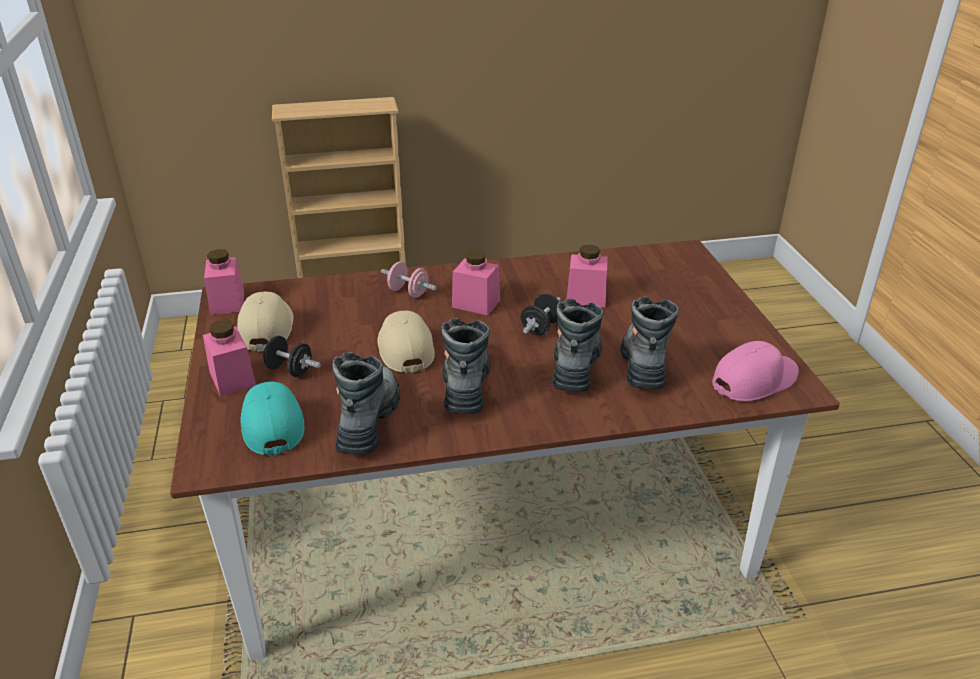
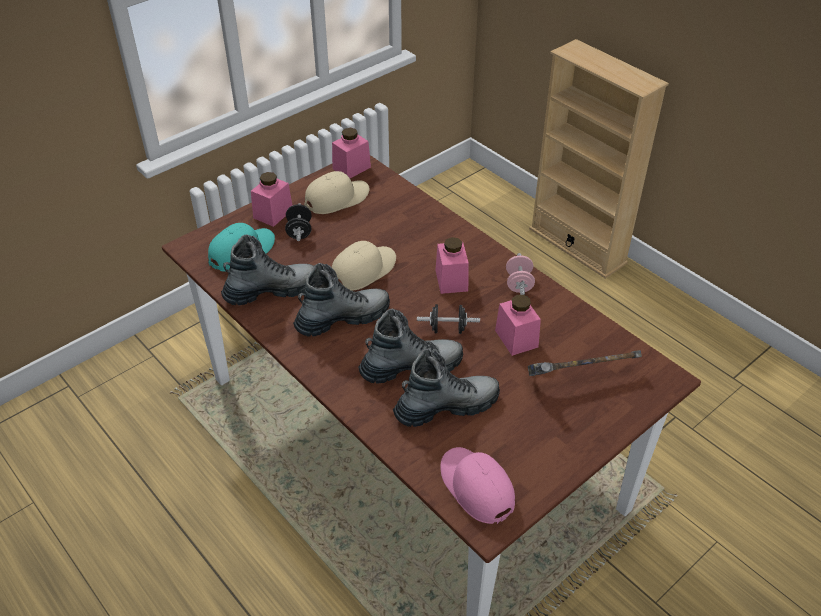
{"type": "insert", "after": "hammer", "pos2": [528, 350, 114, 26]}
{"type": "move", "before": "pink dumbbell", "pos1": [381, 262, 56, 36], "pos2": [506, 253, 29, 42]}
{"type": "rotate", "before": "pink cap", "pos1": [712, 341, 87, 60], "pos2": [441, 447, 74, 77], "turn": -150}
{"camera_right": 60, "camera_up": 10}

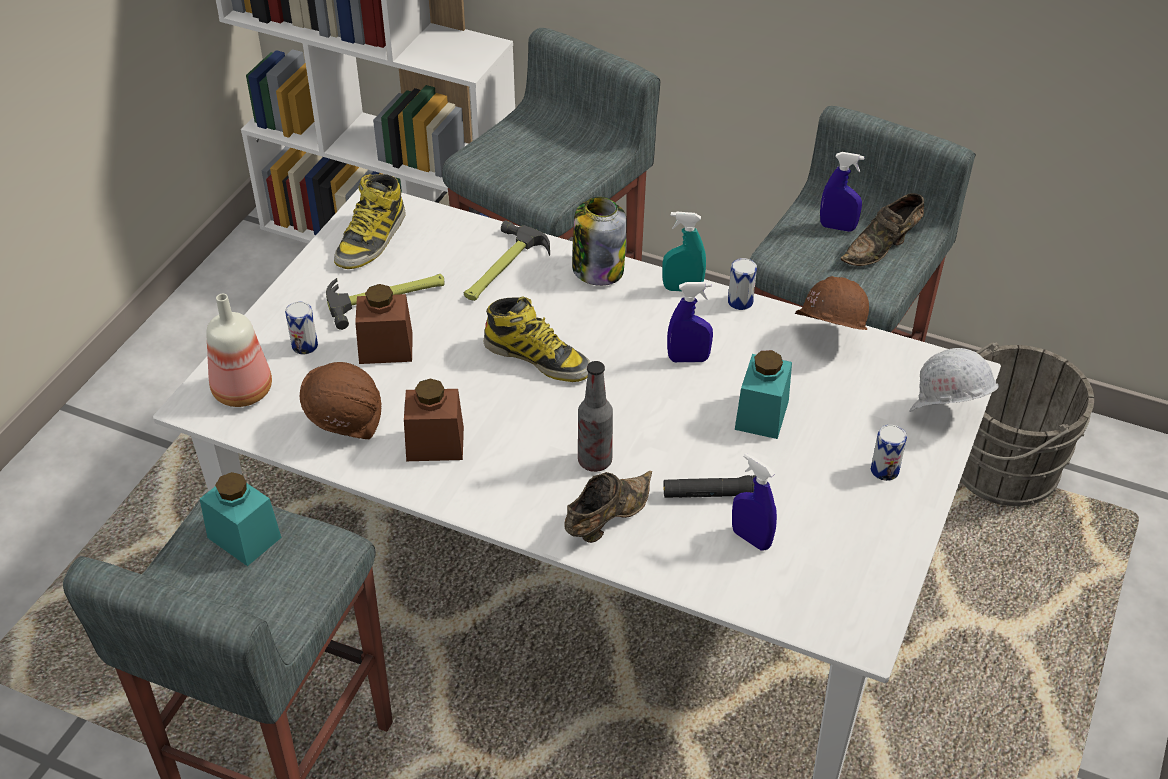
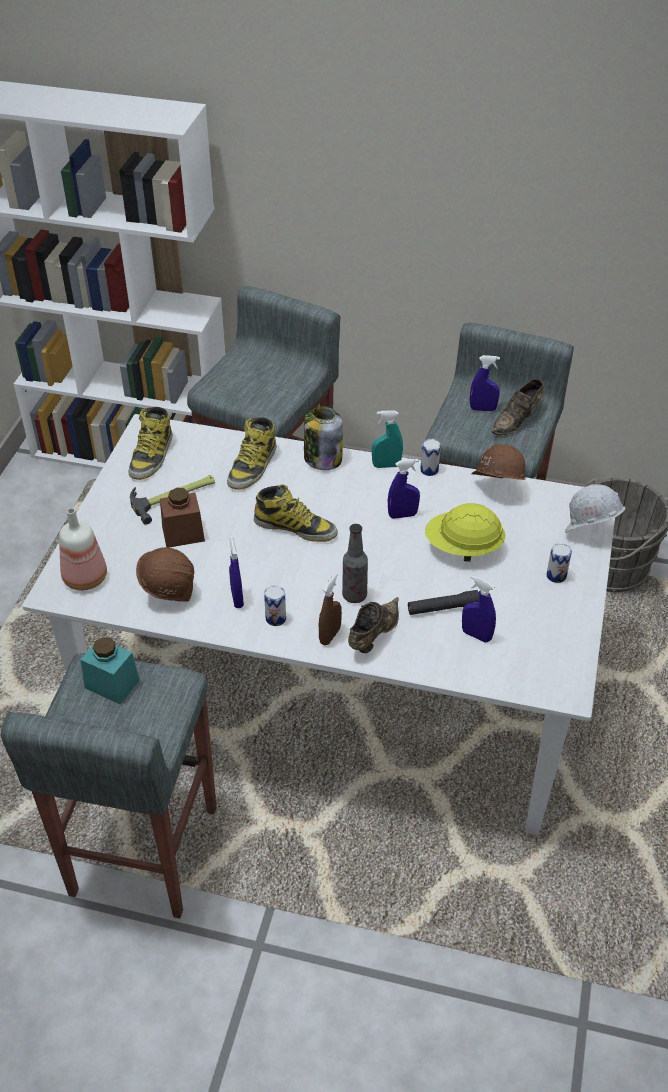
{"type": "insert", "after": "brown spray bottle", "pos2": [319, 572, 23, 73]}
{"type": "move", "before": "can", "pos1": [285, 301, 33, 53], "pos2": [264, 585, 22, 41]}
{"type": "replace", "before": "brown jar", "after": "blue spray bottle", "pos1": [404, 378, 60, 83], "pos2": [229, 535, 15, 73]}
{"type": "replace", "before": "hammer", "after": "boot", "pos1": [464, 220, 86, 81], "pos2": [227, 417, 50, 73]}
{"type": "replace", "before": "turquoise jar", "after": "yellow hard hat", "pos1": [735, 350, 57, 89], "pos2": [425, 503, 80, 59]}
{"camera_right": -10, "camera_up": 0}

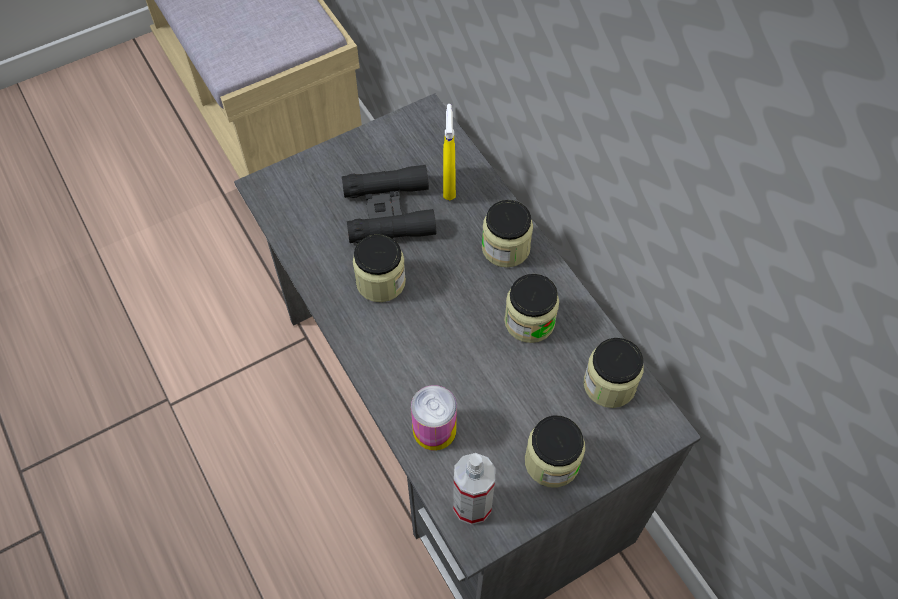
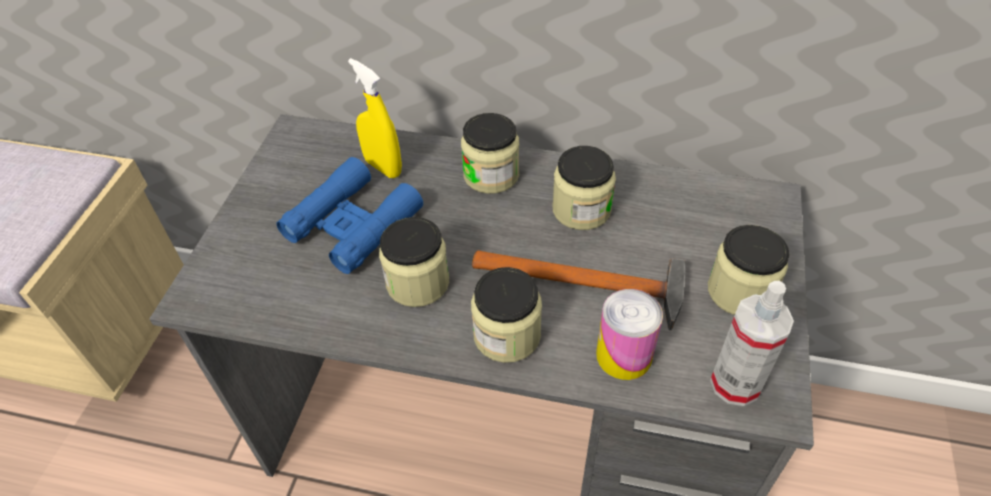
{"type": "insert", "after": "hammer", "pos2": [472, 250, 214, 81]}
{"type": "move", "before": "jar", "pos1": [584, 338, 60, 70], "pos2": [471, 267, 71, 96]}
{"type": "recolor", "before": "black binoculars", "after": "blue binoculars", "pos1": [342, 165, 94, 78], "pos2": [276, 157, 147, 117]}
{"camera_right": -45, "camera_up": -10}

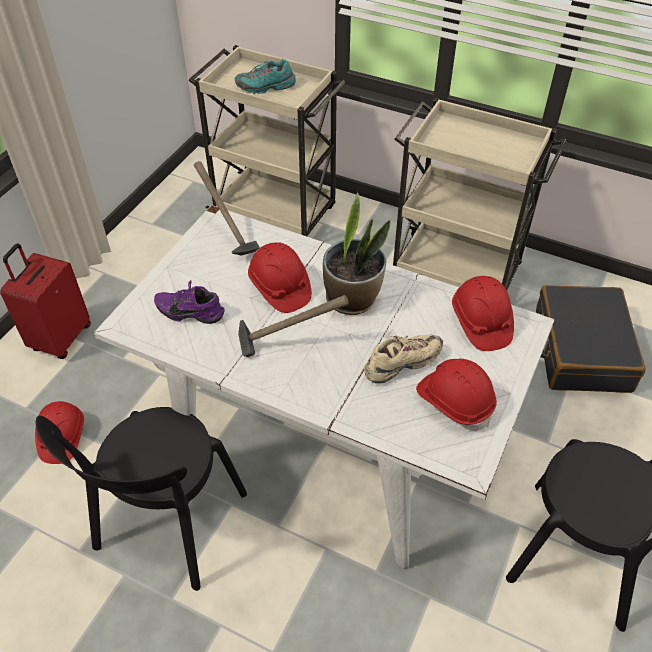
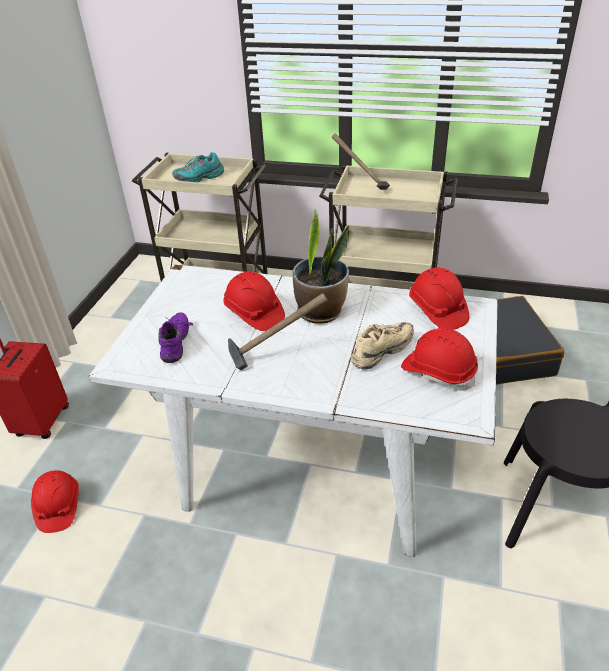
{"type": "delete", "before": "black chair", "pos1": [36, 407, 211, 184]}
{"type": "move", "before": "hammer", "pos1": [194, 161, 66, 95], "pos2": [332, 133, 58, 57]}
{"type": "rotate", "before": "purple shoe", "pos1": [154, 280, 70, 44], "pos2": [158, 312, 35, 51], "turn": 90}
{"camera_right": -10, "camera_up": -10}

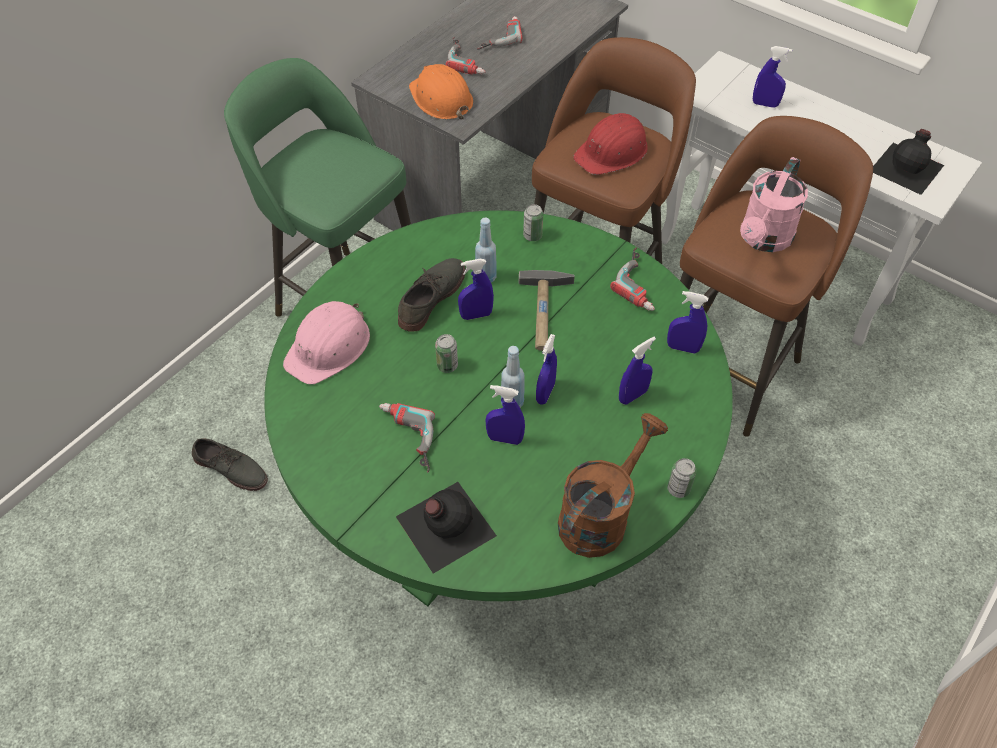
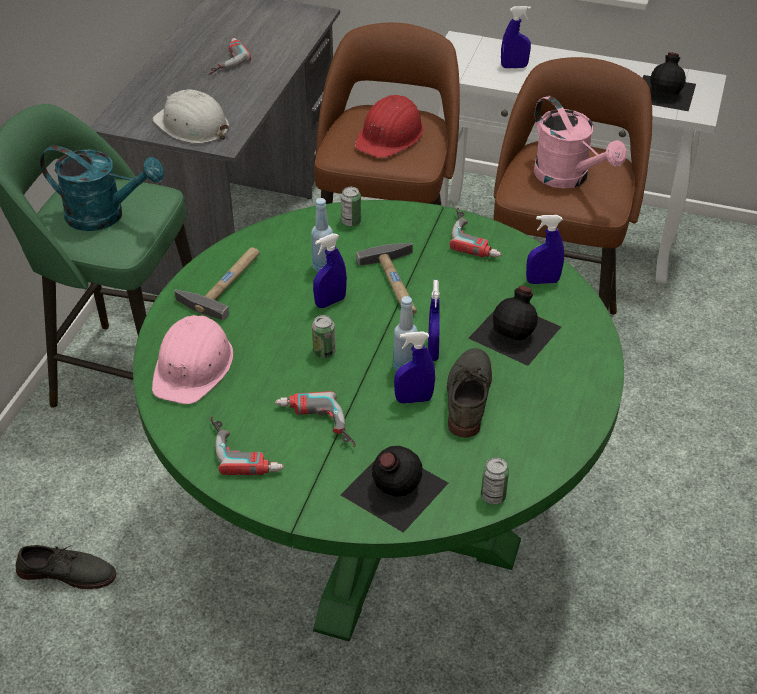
{"type": "delete", "before": "brown watering can", "pos1": [558, 413, 110, 145]}
{"type": "insert", "after": "turquoise watering can", "pos2": [40, 145, 124, 86]}
{"type": "insert", "after": "hammer", "pos2": [174, 247, 86, 73]}
{"type": "move", "before": "grey shoe", "pos1": [398, 258, 67, 74], "pos2": [447, 348, 45, 90]}
{"type": "move", "before": "power drill", "pos1": [446, 37, 39, 38], "pos2": [210, 417, 74, 58]}
{"type": "move", "before": "can", "pos1": [667, 458, 30, 40], "pos2": [481, 457, 28, 47]}
{"type": "replace", "before": "blue spray bottle", "after": "black bottle", "pos1": [619, 337, 37, 68], "pos2": [468, 286, 93, 80]}
{"type": "recolor", "before": "orange hard hat", "after": "white hard hat", "pos1": [409, 64, 64, 56], "pos2": [152, 89, 77, 55]}
{"type": "rotate", "before": "pink watering can", "pos1": [740, 157, 68, 95], "pos2": [534, 96, 93, 93], "turn": -45}
{"camera_right": -20, "camera_up": -10}

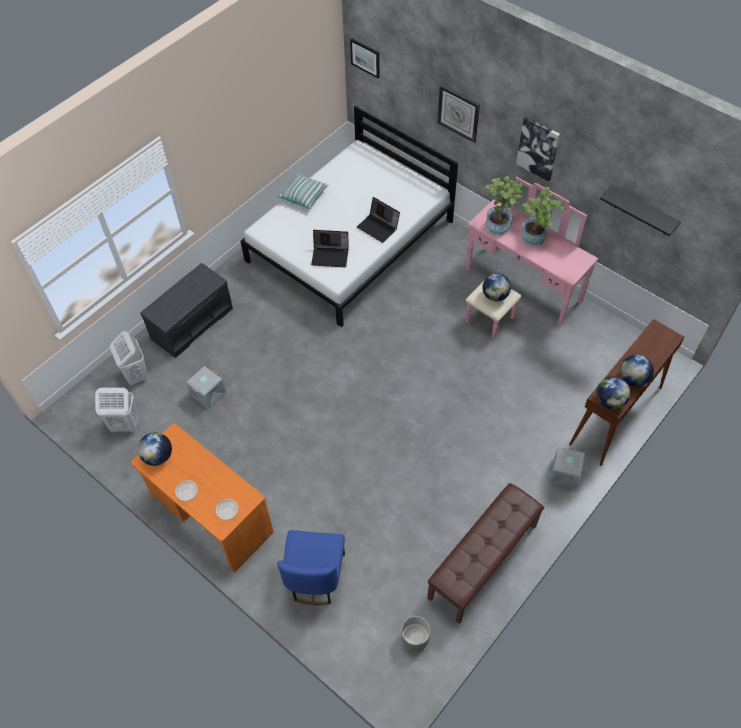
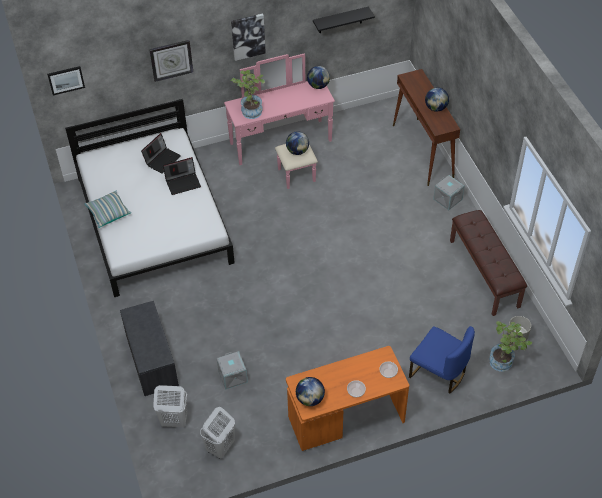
{"type": "move", "before": "laptop", "pos1": [311, 230, 37, 37], "pos2": [141, 133, 40, 41]}
{"type": "move", "before": "potted plant", "pos1": [521, 187, 45, 59], "pos2": [489, 321, 43, 51]}
{"type": "move", "before": "globe", "pos1": [596, 376, 35, 33], "pos2": [307, 66, 23, 23]}
{"camera_right": -60, "camera_up": -5}

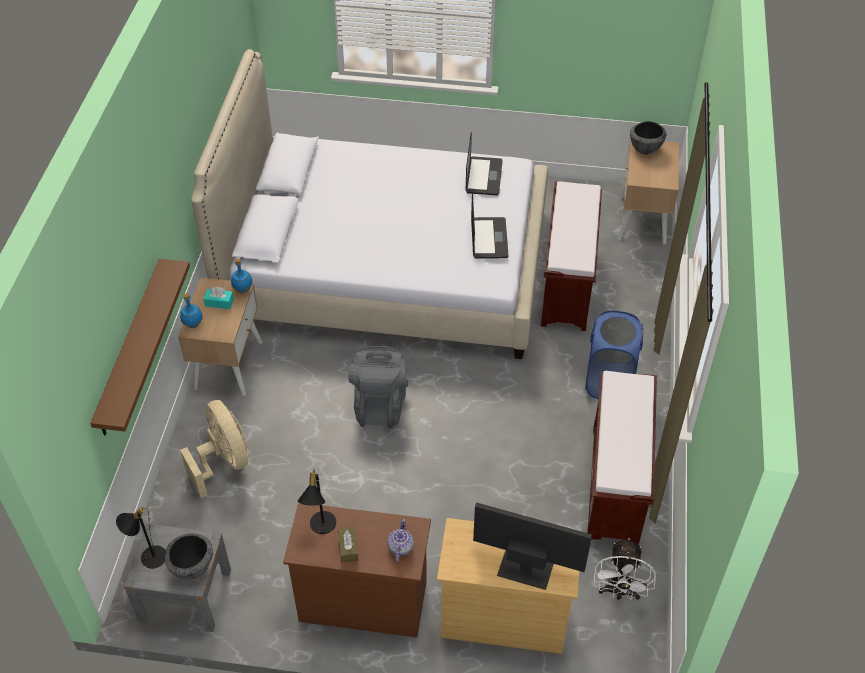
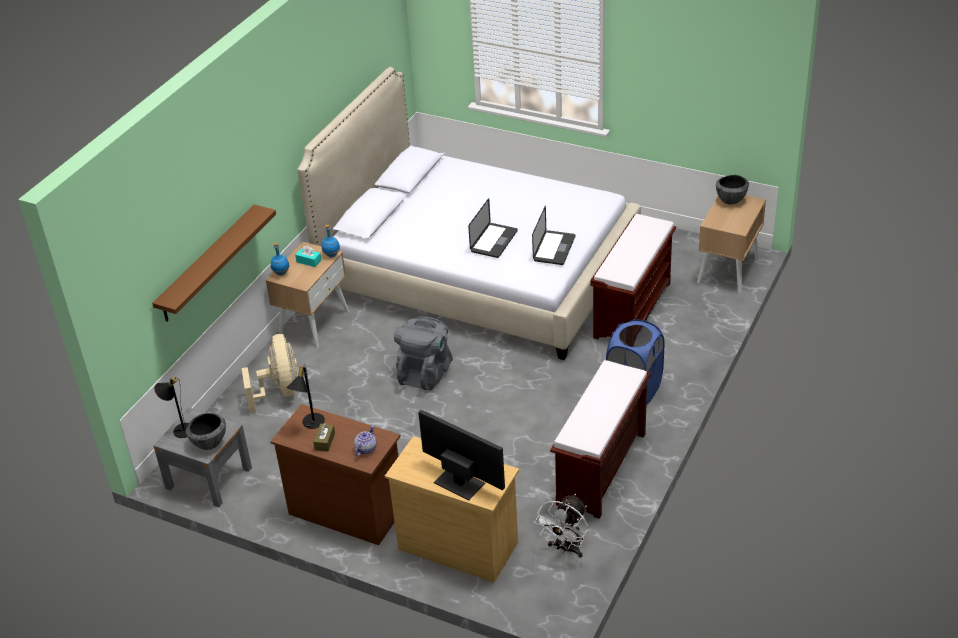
{"type": "move", "before": "laptop", "pos1": [466, 132, 37, 64], "pos2": [468, 198, 50, 60]}
{"camera_right": 20, "camera_up": -10}

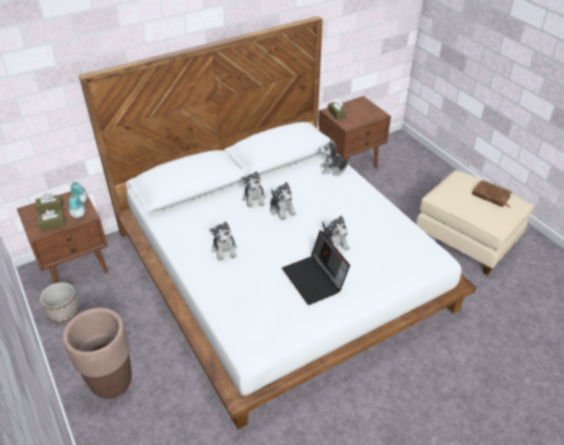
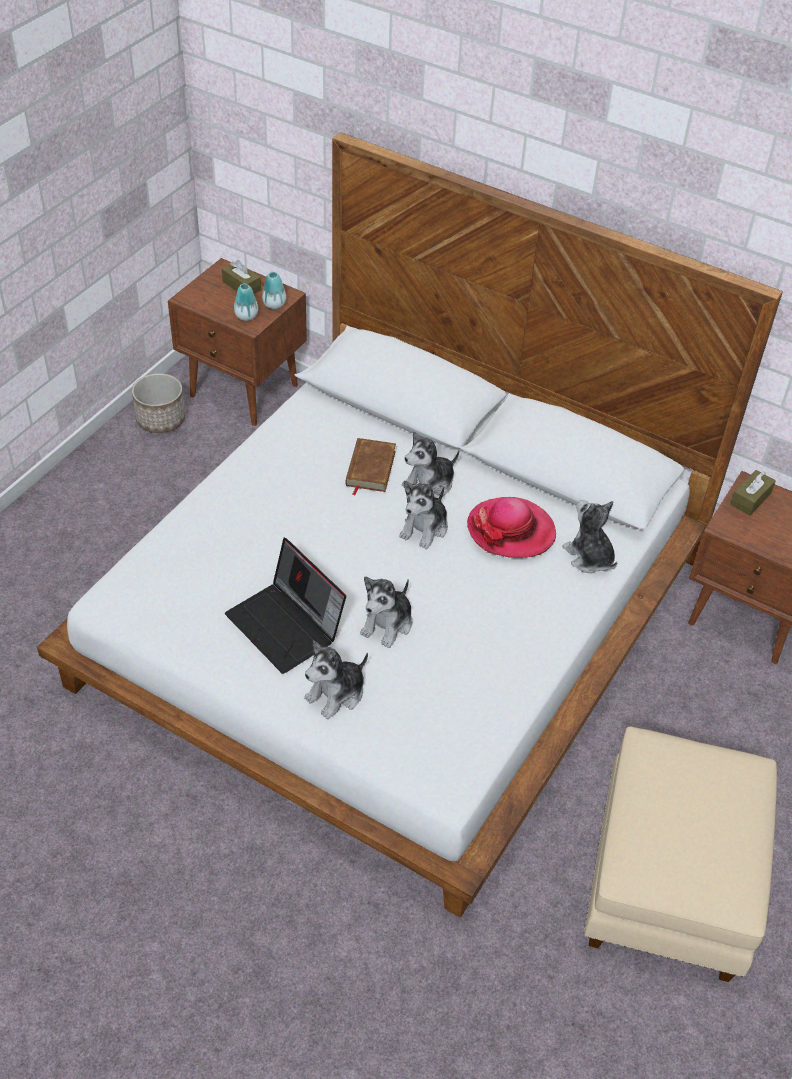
{"type": "delete", "before": "brown tissue box", "pos1": [36, 209, 30, 23]}
{"type": "delete", "before": "brown planter", "pos1": [63, 308, 69, 91]}
{"type": "insert", "after": "hat", "pos2": [467, 497, 89, 61]}
{"type": "move", "before": "plush toy", "pos1": [210, 222, 27, 39], "pos2": [304, 641, 64, 78]}
{"type": "move", "before": "brown book", "pos1": [472, 180, 40, 27], "pos2": [345, 438, 51, 58]}
{"type": "rotate", "before": "laptop", "pos1": [282, 230, 68, 75], "pos2": [225, 538, 121, 136], "turn": -75}
{"camera_right": 60, "camera_up": 5}

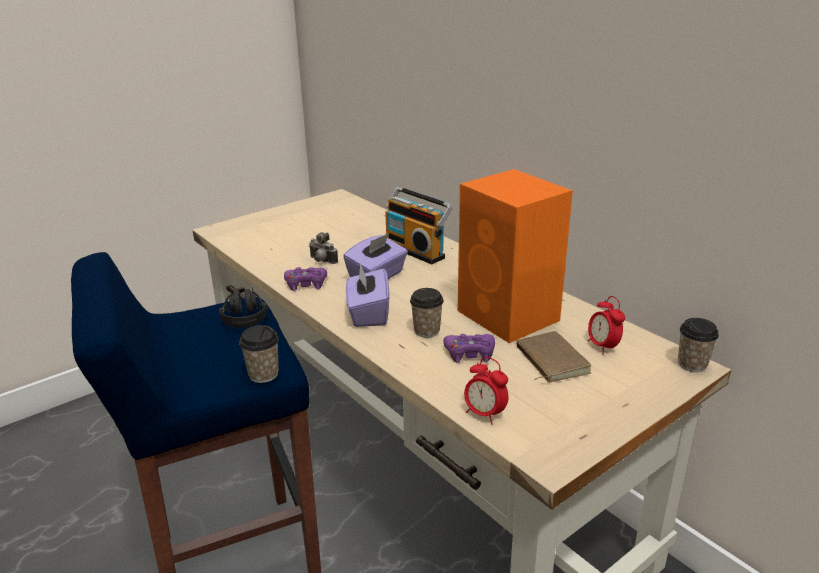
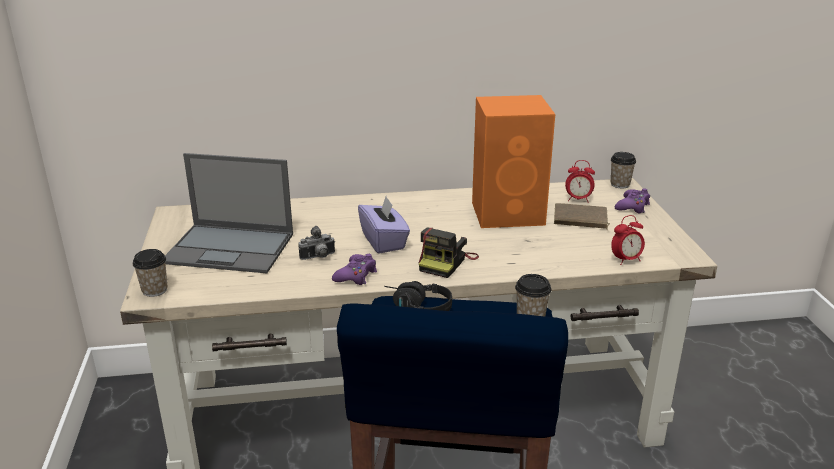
{"type": "delete", "before": "radio", "pos1": [385, 187, 68, 77]}
{"type": "insert", "after": "laptop", "pos2": [165, 153, 128, 120]}
{"type": "move", "before": "cup", "pos1": [410, 288, 34, 50], "pos2": [133, 249, 34, 48]}
{"type": "move", "before": "purple game controller", "pos1": [443, 334, 52, 29], "pos2": [615, 188, 35, 26]}
{"type": "replace", "before": "purple tissue box", "after": "photo camera", "pos1": [346, 264, 44, 63], "pos2": [419, 228, 60, 50]}
{"camera_right": -60, "camera_up": 0}

